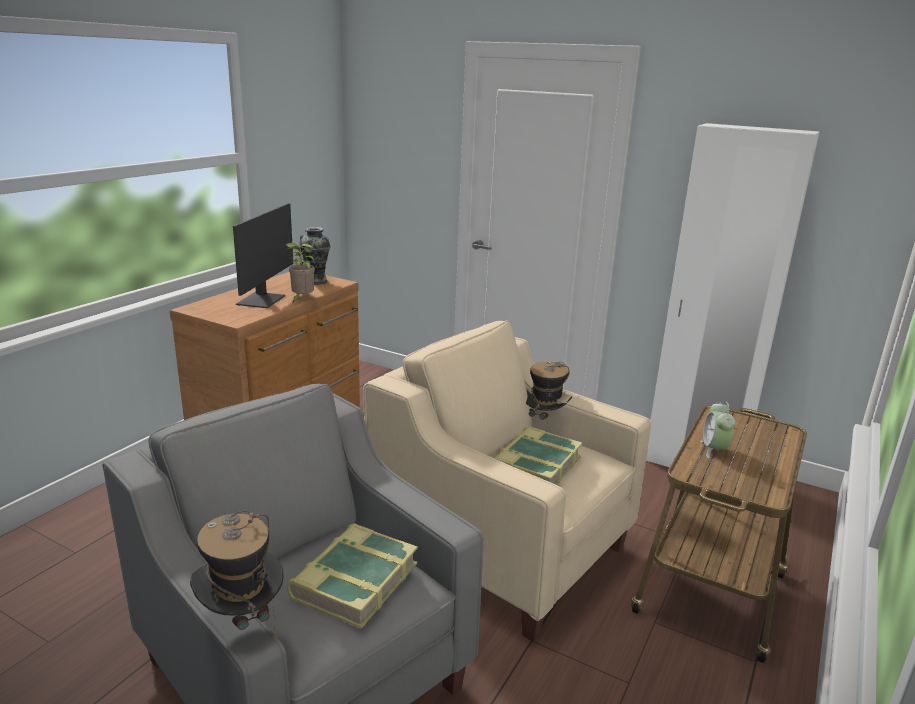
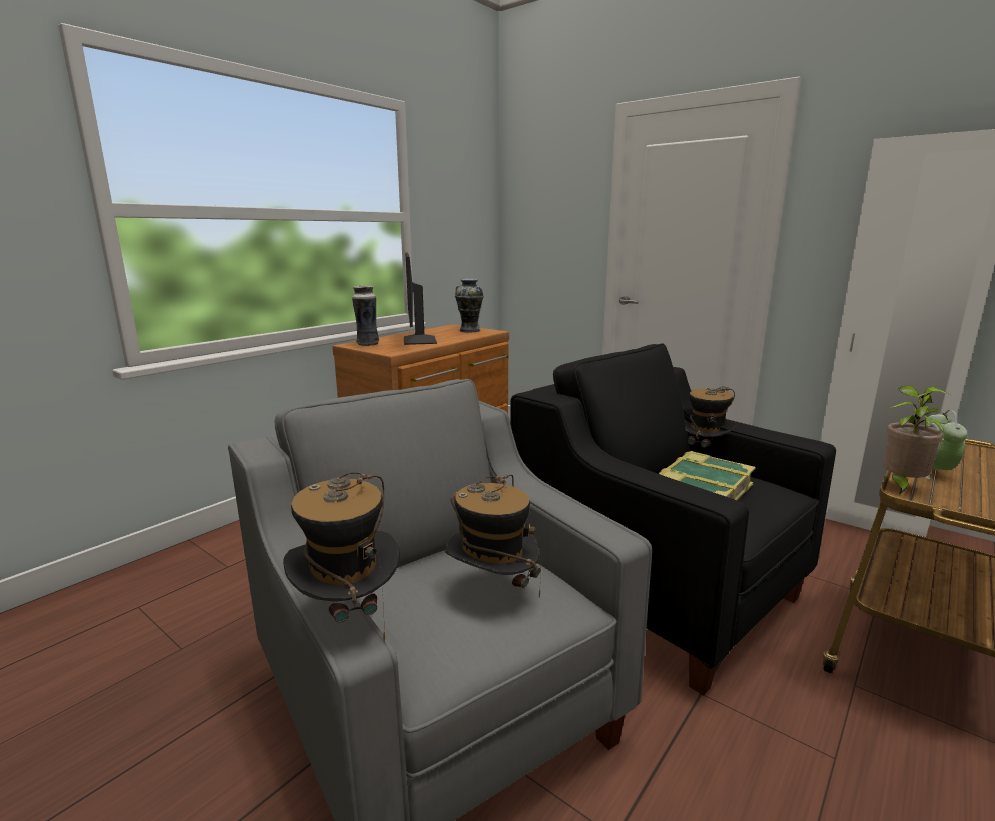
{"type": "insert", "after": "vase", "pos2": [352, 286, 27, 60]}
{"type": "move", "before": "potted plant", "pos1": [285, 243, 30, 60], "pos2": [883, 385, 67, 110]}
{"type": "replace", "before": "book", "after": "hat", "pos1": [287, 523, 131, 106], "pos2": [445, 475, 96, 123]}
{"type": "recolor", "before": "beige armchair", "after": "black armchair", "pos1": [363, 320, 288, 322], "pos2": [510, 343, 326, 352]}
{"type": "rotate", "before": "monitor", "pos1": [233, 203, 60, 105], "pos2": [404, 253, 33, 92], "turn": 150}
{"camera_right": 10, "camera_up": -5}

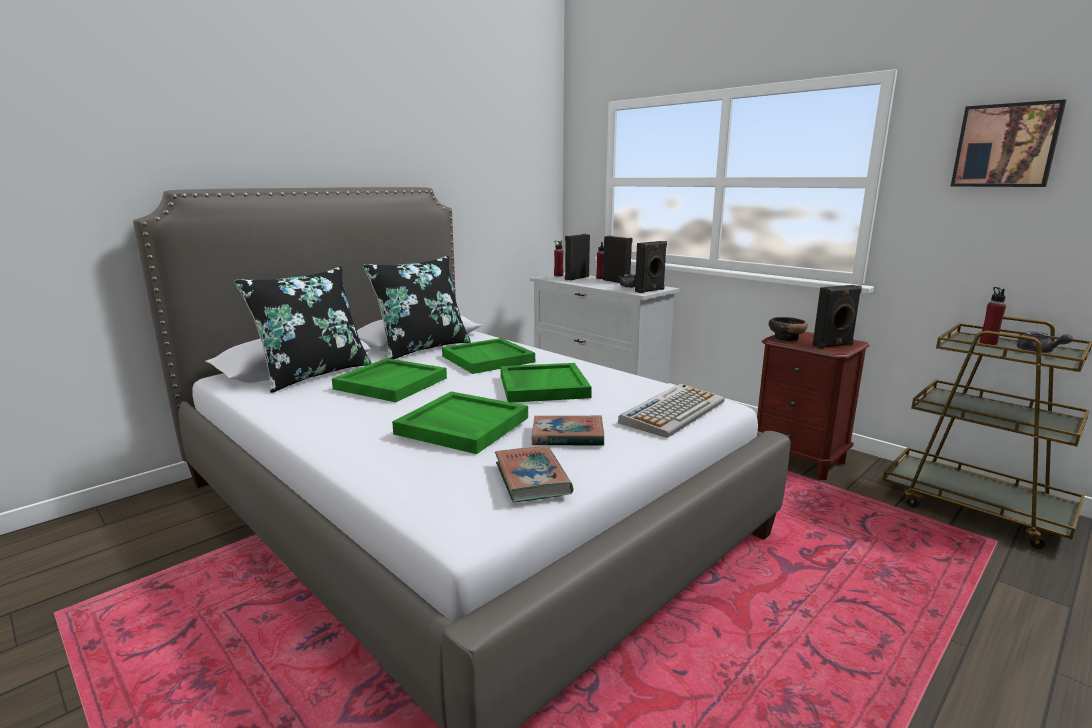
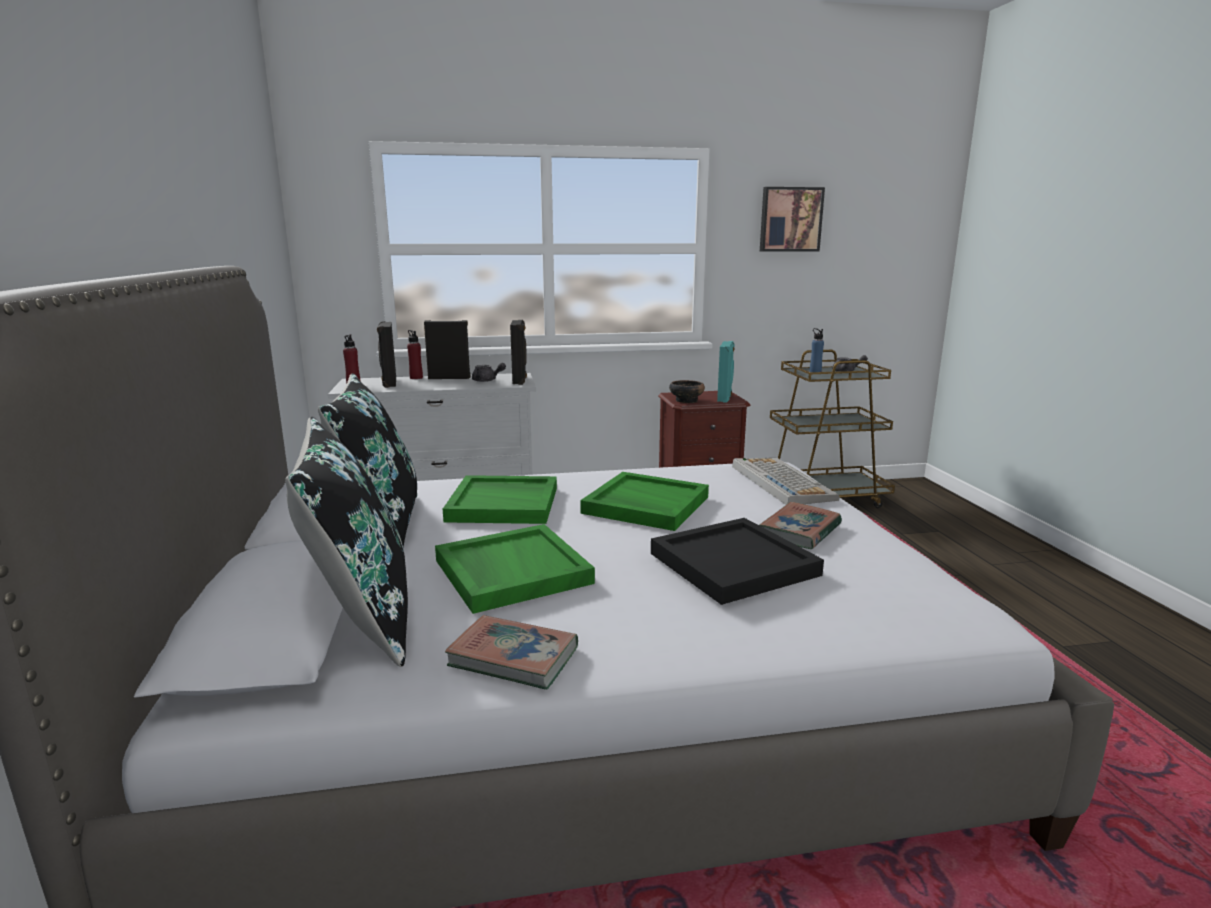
{"type": "move", "before": "book", "pos1": [495, 446, 78, 56], "pos2": [445, 615, 133, 75]}
{"type": "recolor", "before": "green tray", "after": "black tray", "pos1": [392, 391, 136, 63], "pos2": [651, 518, 173, 87]}
{"type": "recolor", "before": "black speaker", "after": "turquoise speaker", "pos1": [812, 285, 50, 64], "pos2": [717, 341, 18, 62]}
{"type": "recolor", "before": "red bottle", "after": "blue bottle", "pos1": [979, 287, 27, 58], "pos2": [810, 328, 14, 44]}
{"camera_right": -55, "camera_up": 0}

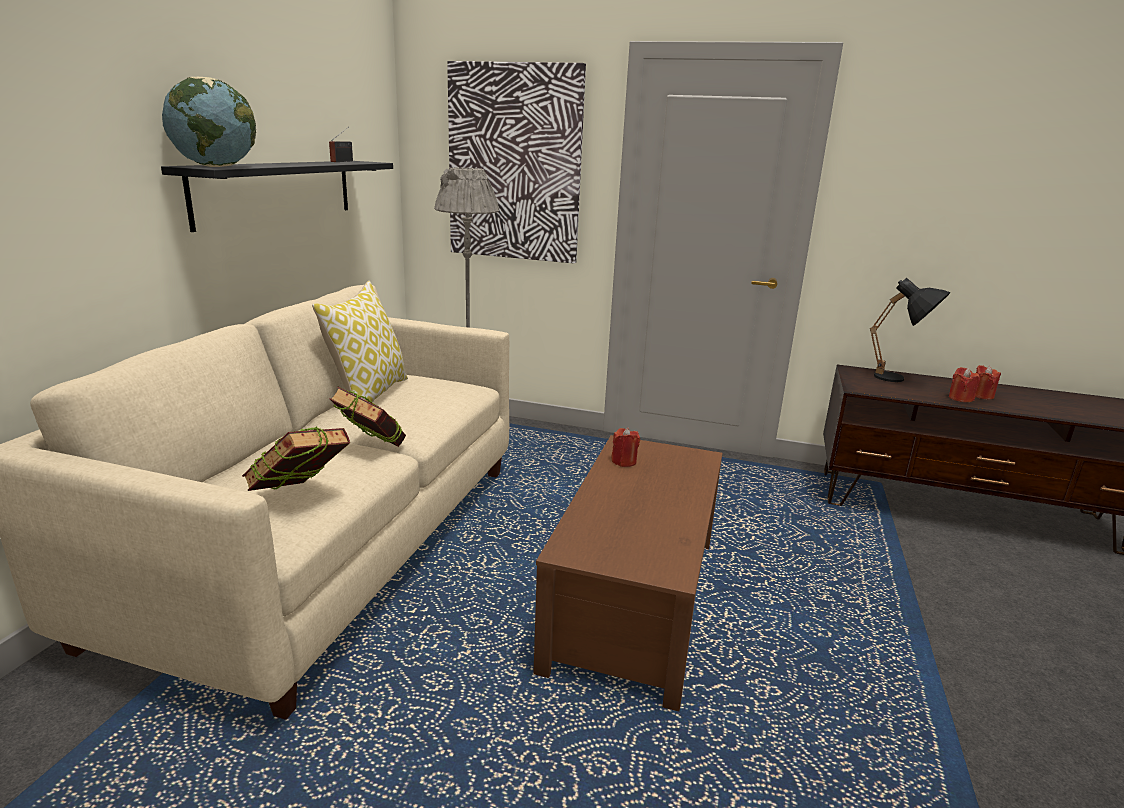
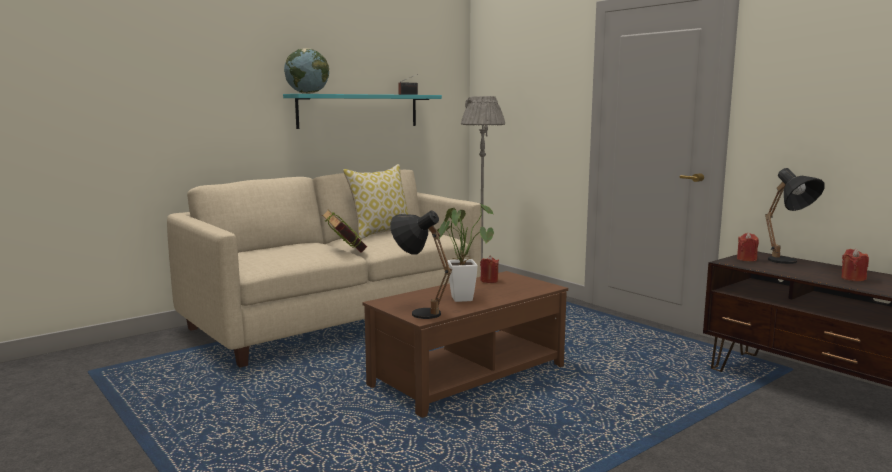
{"type": "delete", "before": "book", "pos1": [242, 427, 108, 64]}
{"type": "delete", "before": "picture", "pos1": [447, 61, 139, 202]}
{"type": "insert", "after": "black table lamp", "pos2": [390, 211, 62, 108]}
{"type": "insert", "after": "potted plant", "pos2": [437, 203, 57, 99]}
{"type": "move", "before": "red candle", "pos1": [949, 367, 31, 35], "pos2": [737, 232, 22, 29]}
{"type": "recolor", "before": "black shelf", "after": "turquoise shelf", "pos1": [161, 161, 232, 71], "pos2": [283, 94, 159, 35]}
{"camera_right": 35, "camera_up": -10}

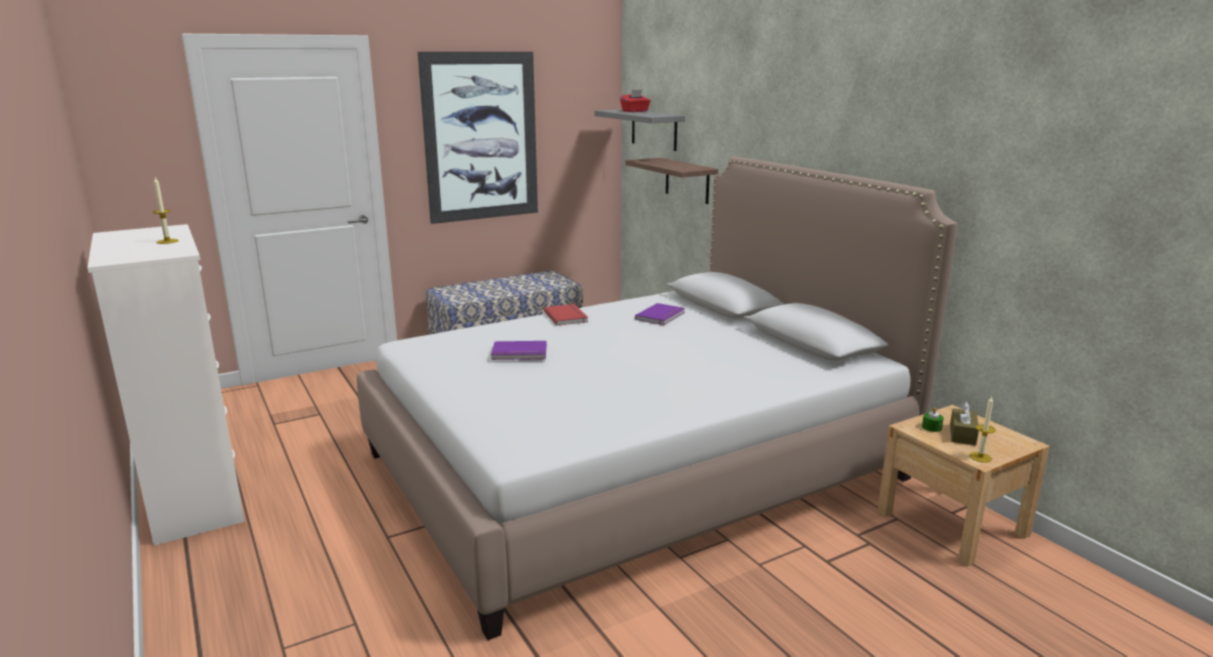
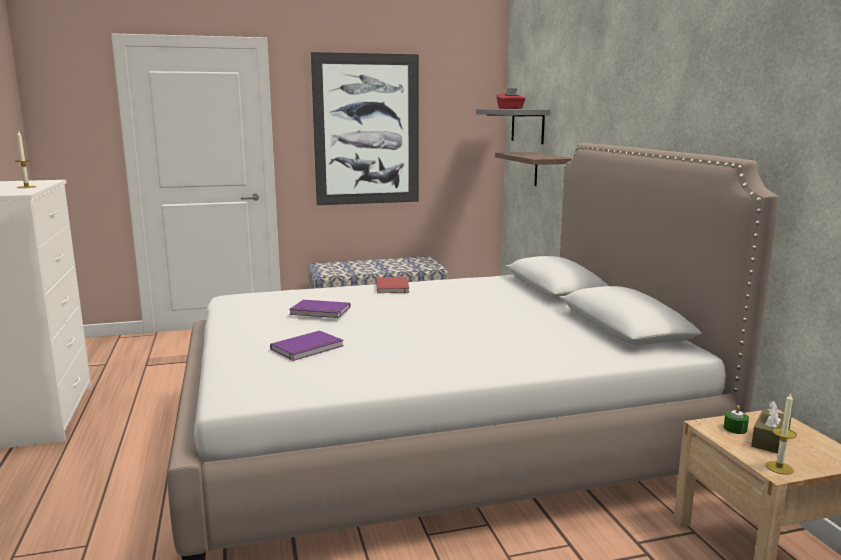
{"type": "move", "before": "purple book", "pos1": [635, 303, 50, 22], "pos2": [270, 331, 74, 30]}
{"camera_right": 15, "camera_up": -5}

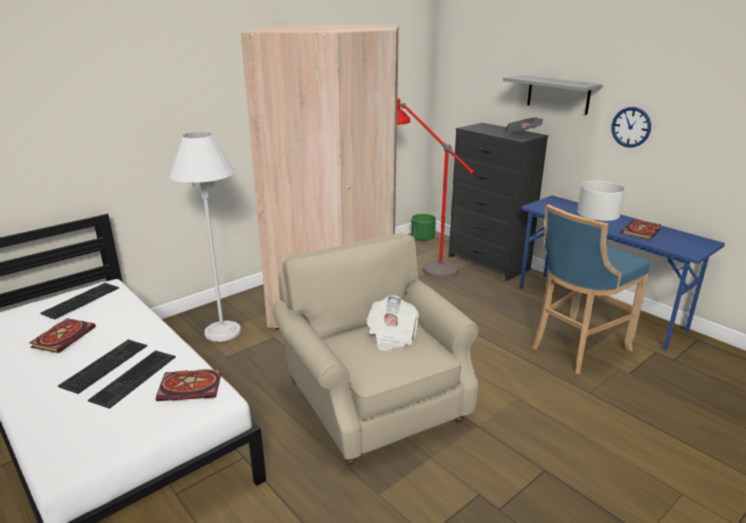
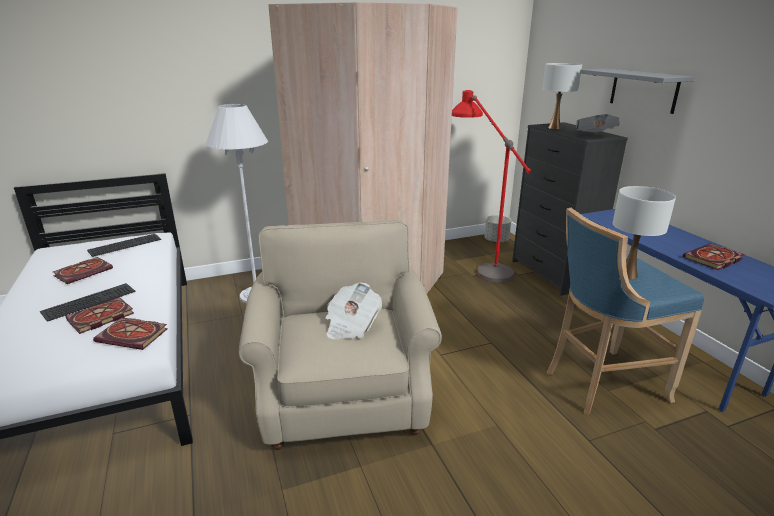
{"type": "delete", "before": "wall clock", "pos1": [611, 107, 40, 40]}
{"type": "insert", "after": "white table lamp", "pos2": [542, 63, 40, 66]}
{"type": "replace", "before": "keyboard", "after": "book", "pos1": [88, 350, 88, 59], "pos2": [66, 297, 68, 37]}
{"type": "recolor", "before": "green planter", "after": "grey planter", "pos1": [411, 214, 25, 27], "pos2": [484, 215, 27, 28]}
{"camera_right": 20, "camera_up": 0}

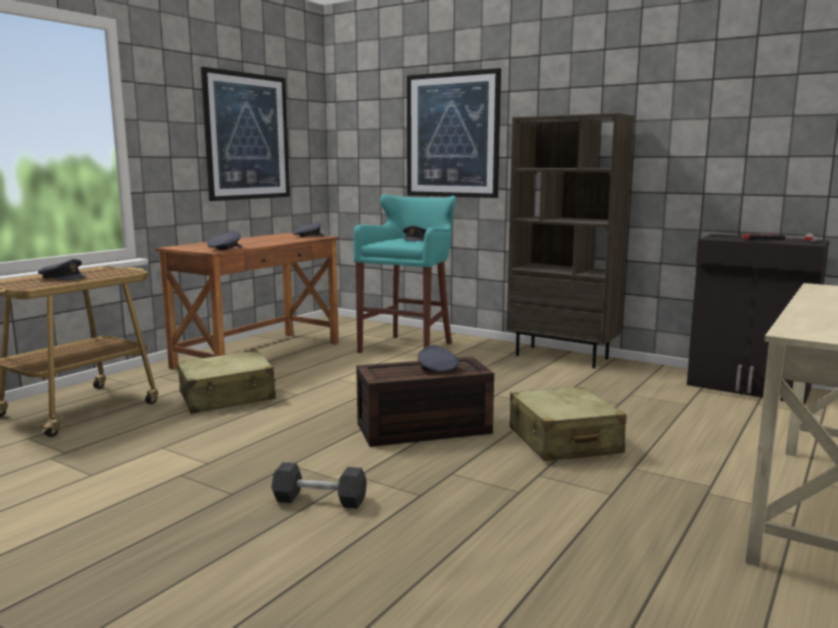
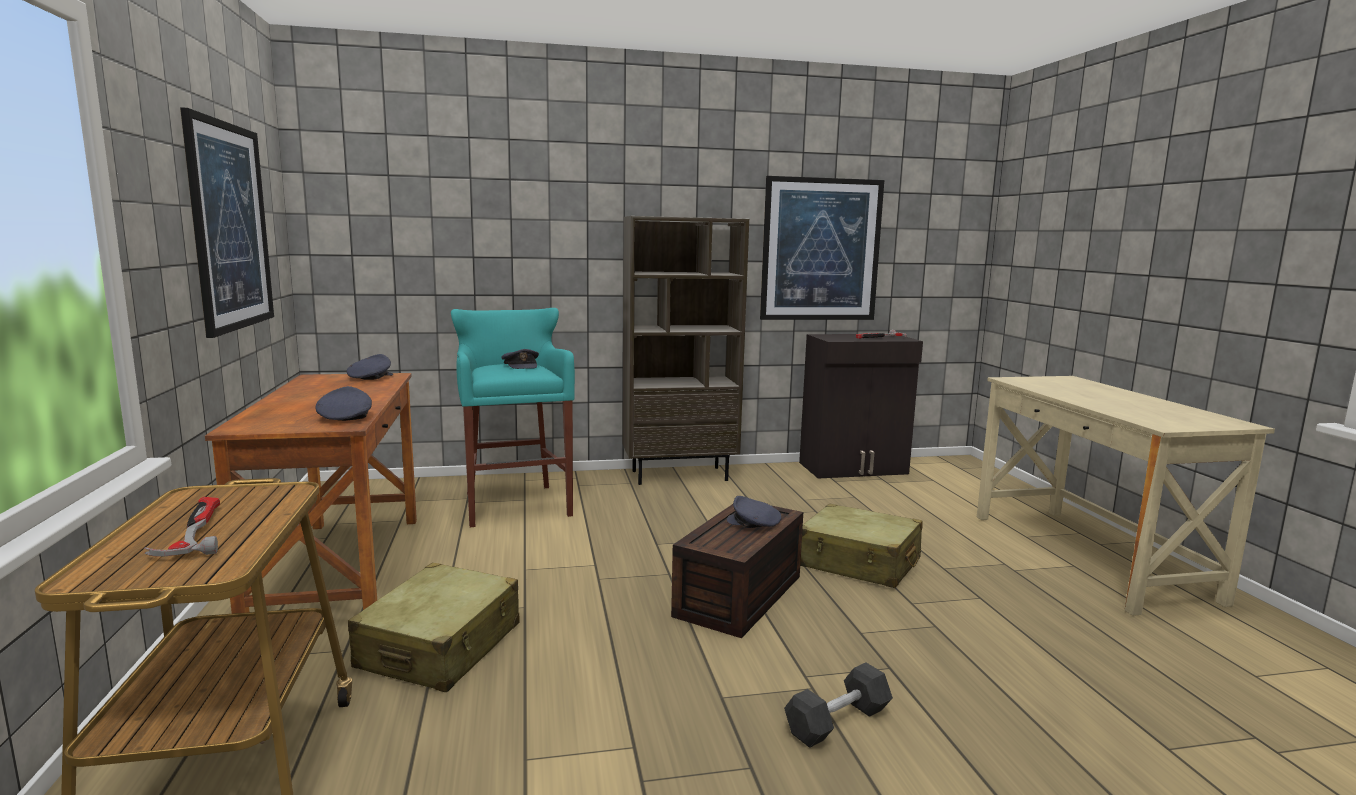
{"type": "move", "before": "picture", "pos1": [407, 68, 94, 130], "pos2": [760, 176, 124, 144]}
{"type": "replace", "before": "grey cap", "after": "hammer", "pos1": [38, 259, 48, 21], "pos2": [144, 497, 76, 60]}
{"camera_right": -45, "camera_up": 0}

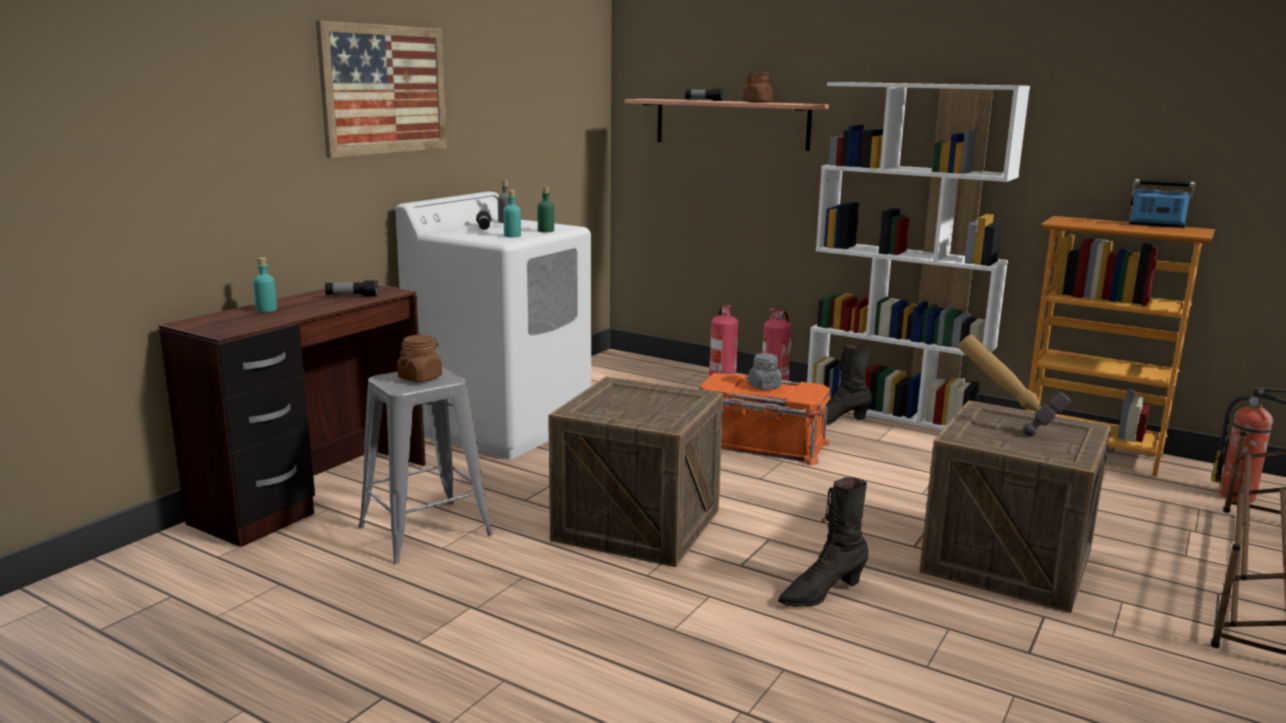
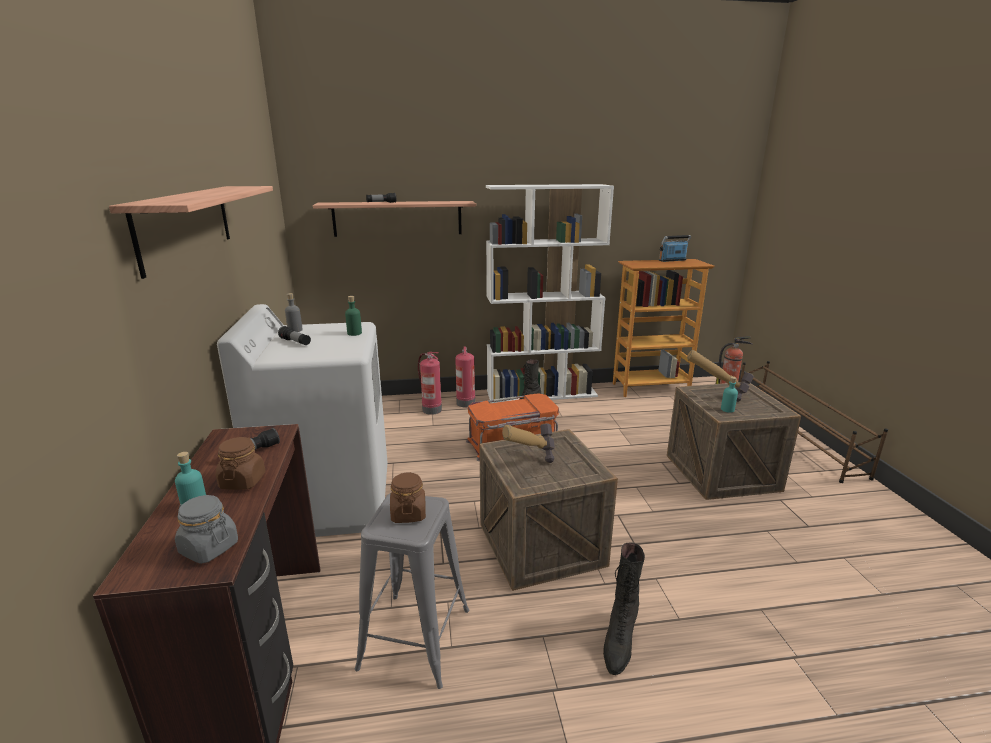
{"type": "insert", "after": "hammer", "pos2": [502, 423, 53, 40]}
{"type": "move", "before": "turquoise bottle", "pos1": [503, 190, 18, 47], "pos2": [721, 377, 17, 36]}
{"type": "move", "before": "brown jar", "pos1": [743, 72, 30, 31], "pos2": [215, 437, 51, 53]}
{"type": "move", "before": "grey jar", "pos1": [748, 353, 34, 37], "pos2": [175, 495, 63, 69]}
{"type": "move", "before": "black boot", "pos1": [778, 477, 90, 130], "pos2": [603, 542, 42, 133]}
{"type": "replace", "before": "picture", "after": "shelf", "pos1": [316, 21, 131, 137], "pos2": [109, 186, 164, 93]}
{"camera_right": -40, "camera_up": 5}

